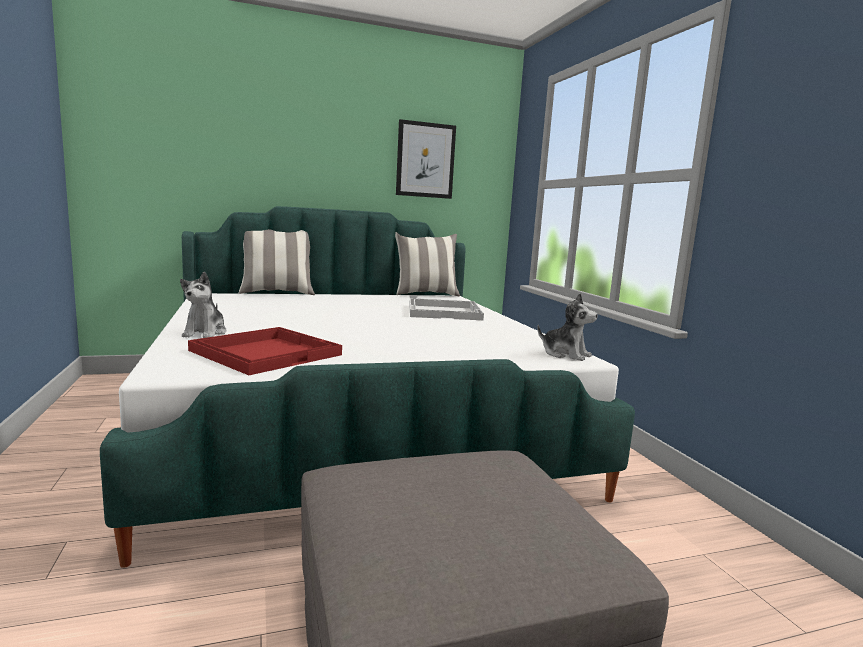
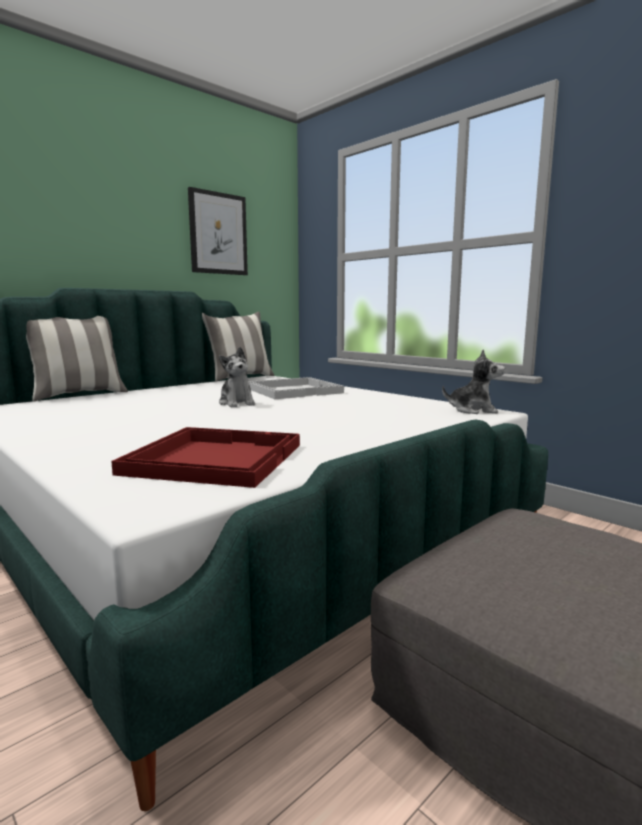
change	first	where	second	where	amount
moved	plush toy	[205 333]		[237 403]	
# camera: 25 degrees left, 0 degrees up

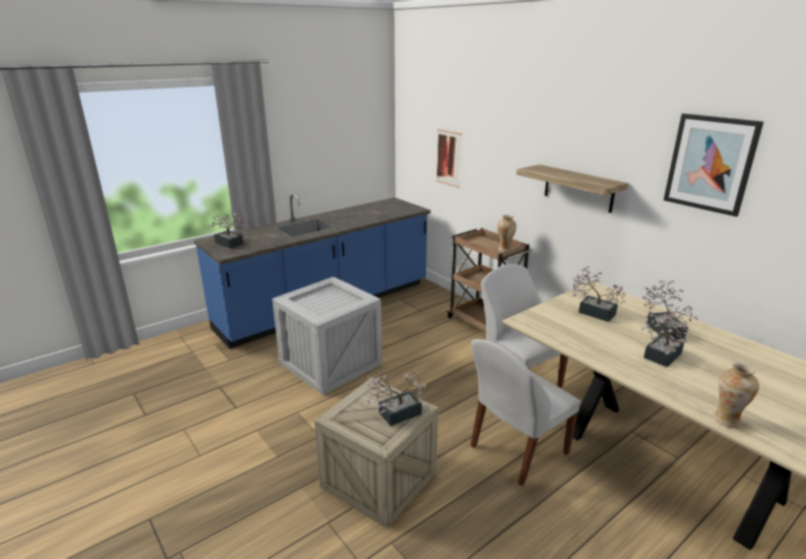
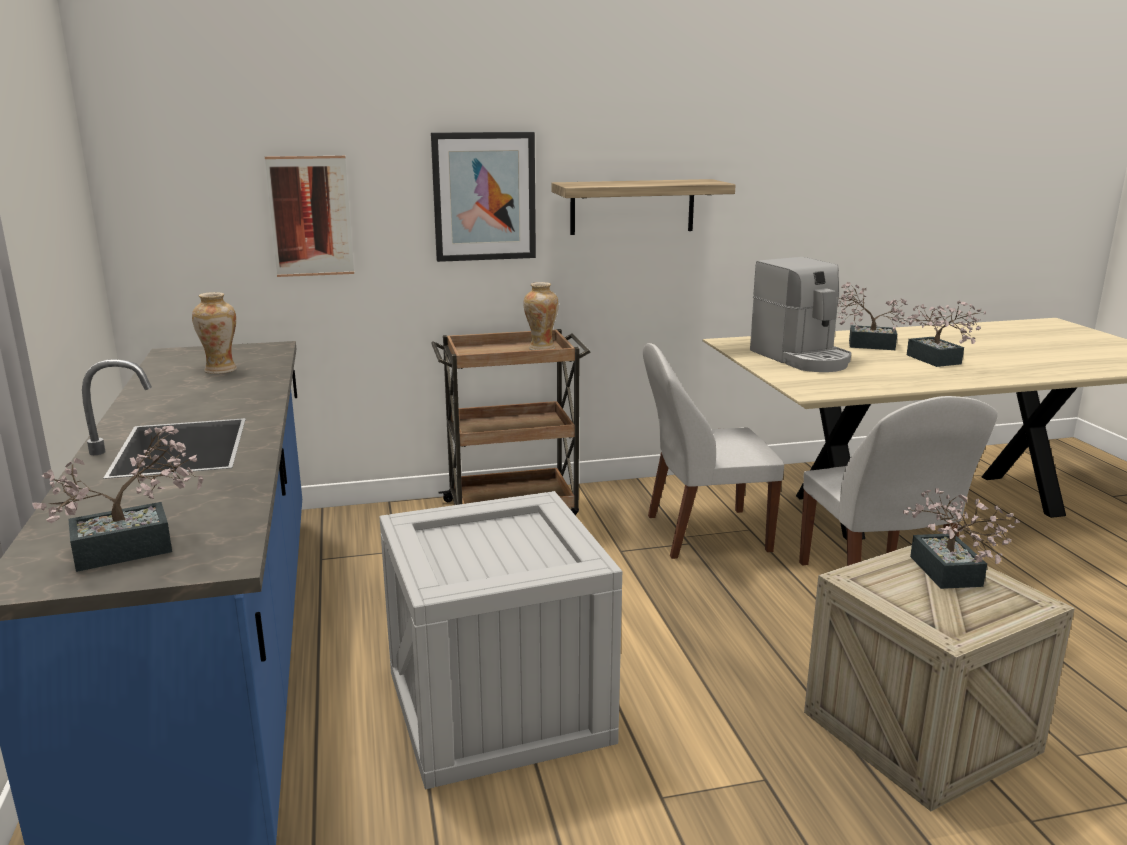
change	first	where	second	where	amount
replaced	potted plant	[593 312]	coffee machine	[802 358]	
moved	picture	[710 163]		[484 196]	
moved	vase	[726 420]		[220 370]	
# camera: 65 degrees left, 5 degrees down

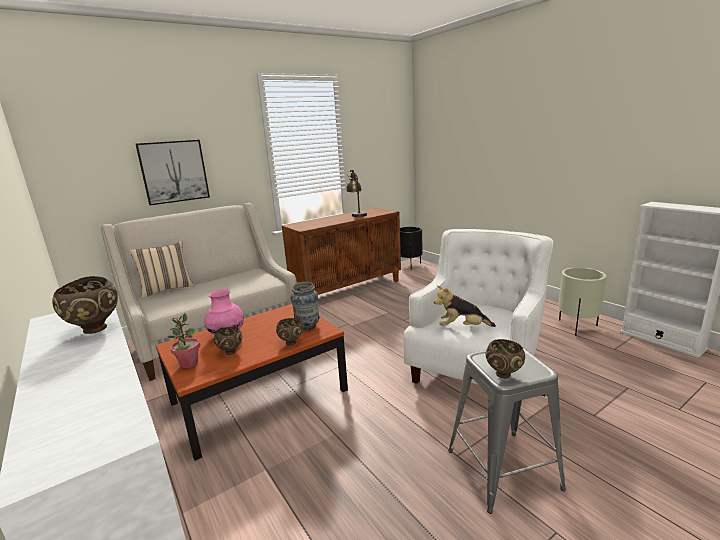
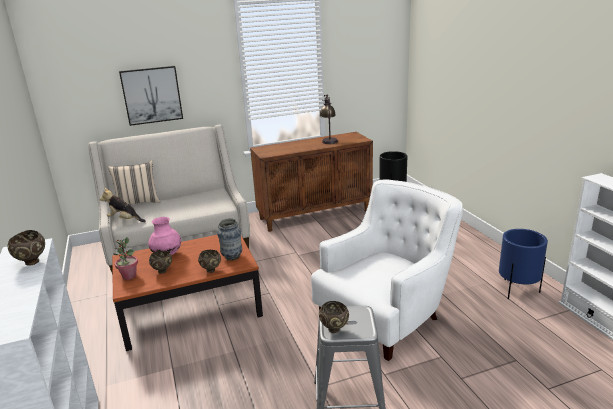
change	first	where	second	where	amount
moved	plush toy	[462 327]		[124 220]	
recoloured	planter/beige	[576 326]	planter/blue	[517 290]	
# camera: 15 degrees right, 5 degrees up

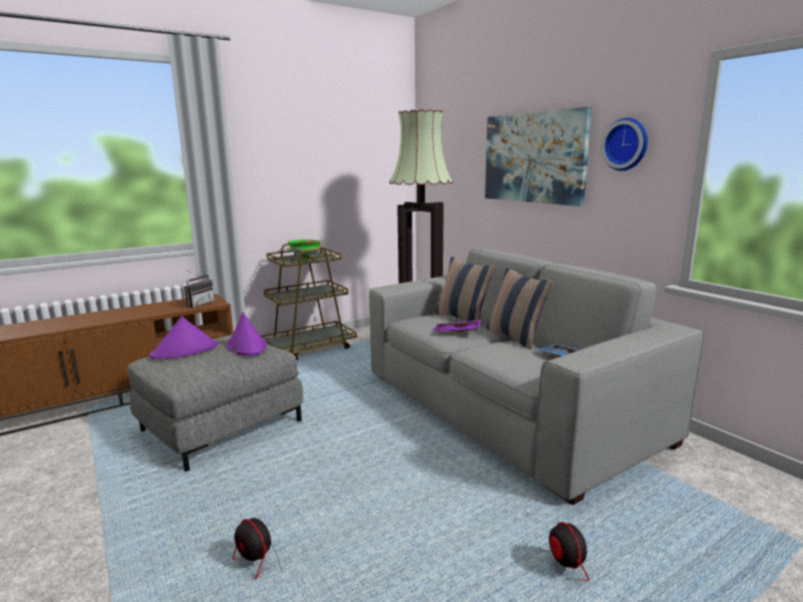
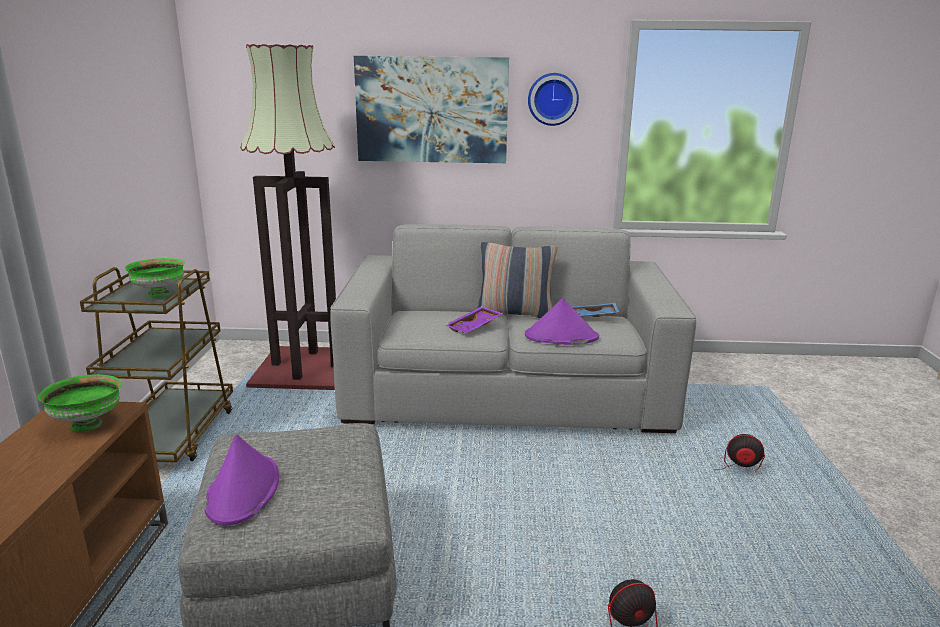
change	first	where	second	where	amount
replaced	radio	[199 304]	bowl/green	[87 424]	
moved	hat/purple	[246 346]		[561 337]	
removed	pillow	[462 318]			
# camera: 55 degrees left, 5 degrees up

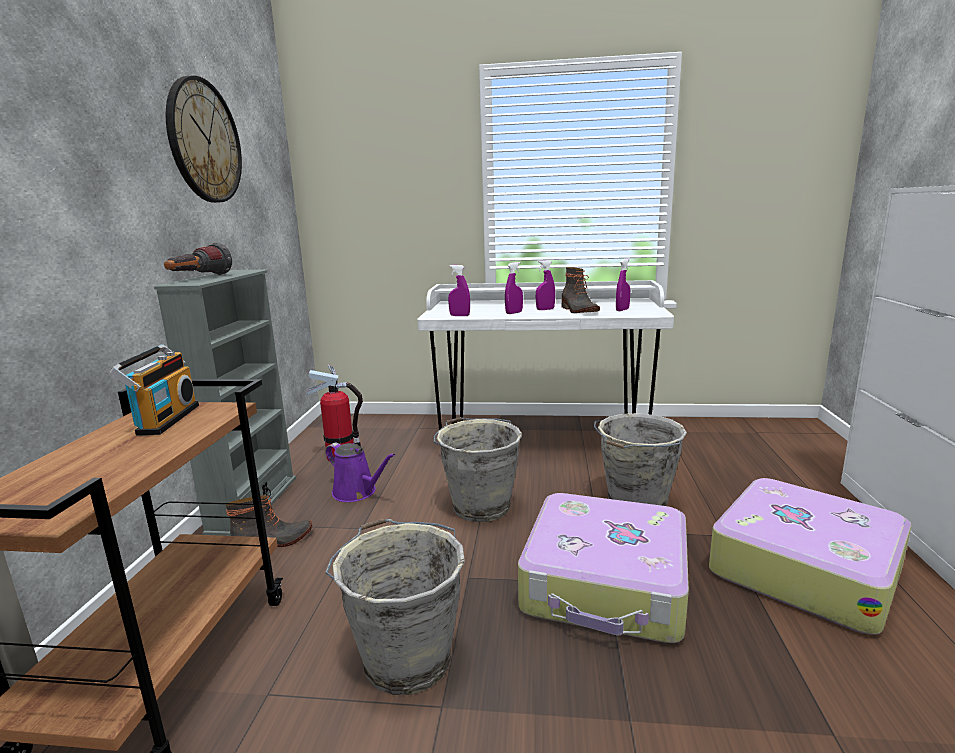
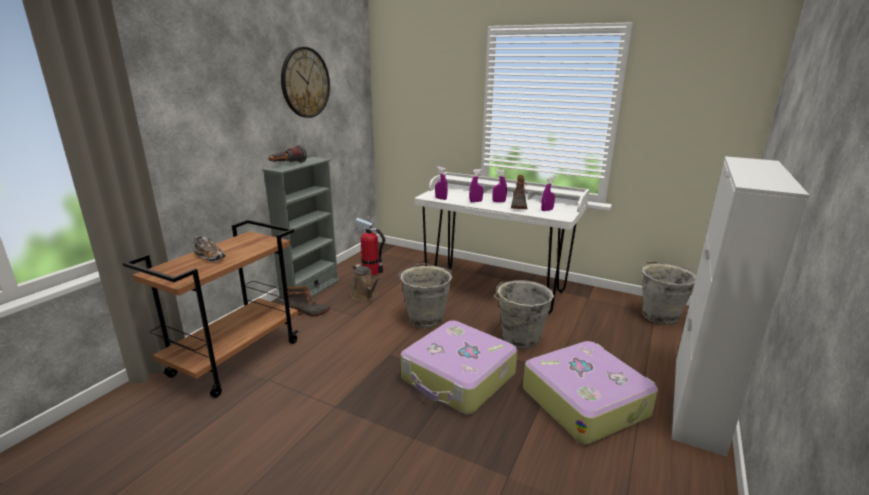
change	first	where	second	where	amount
removed	radio	[165 419]			
moved	bucket/grey	[406 657]		[659 315]	
recoloured	watering can/purple	[357 492]	watering can/brown	[365 295]	
added			shoe	[210 257]	
# camera: 20 degrees right, 5 degrees up

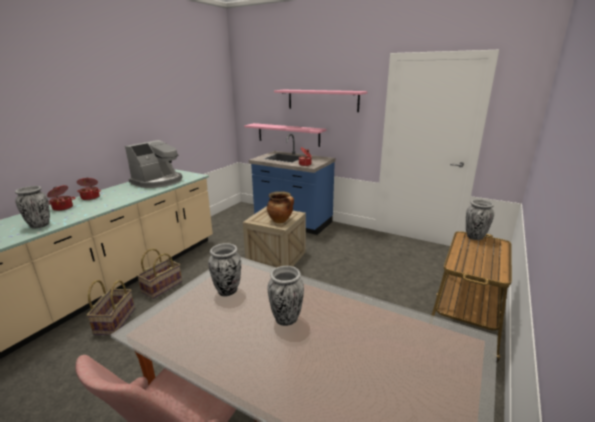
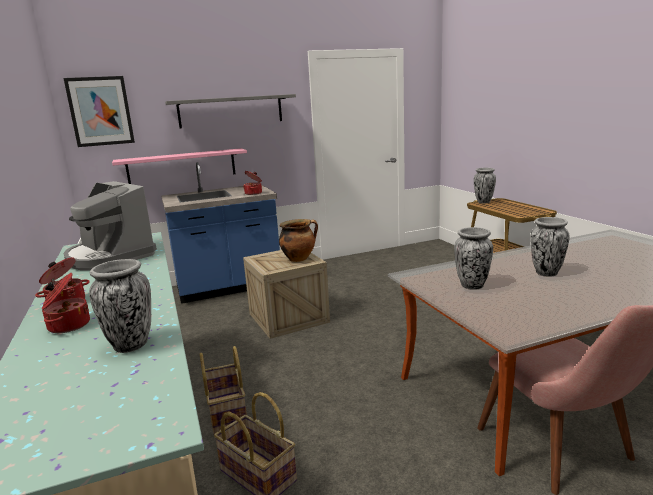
change	first	where	second	where	amount
turned	coffee machine	[158 181]		[110 256]	150 degrees clockwise
recoloured	shelf/pink	[322 100]	shelf/grey	[231 111]	
added			picture	[100 111]	
# camera: 50 degrees left, 5 degrees down

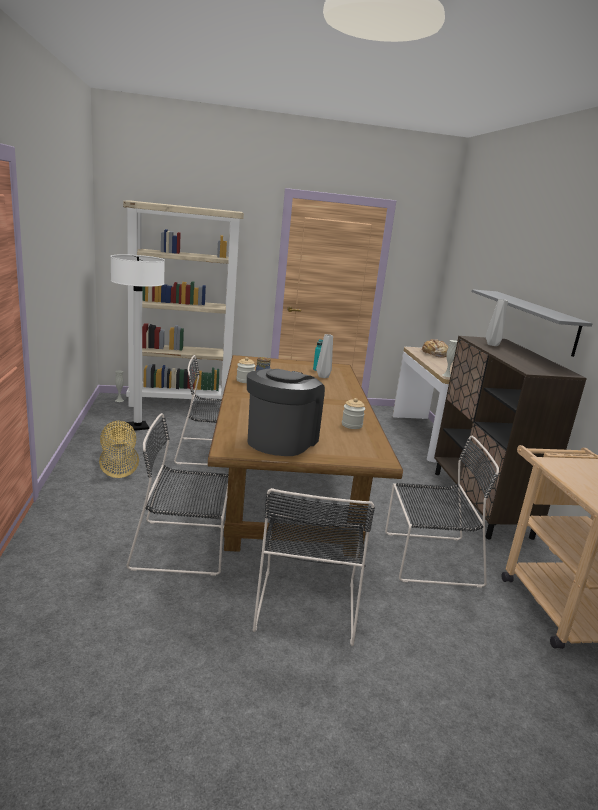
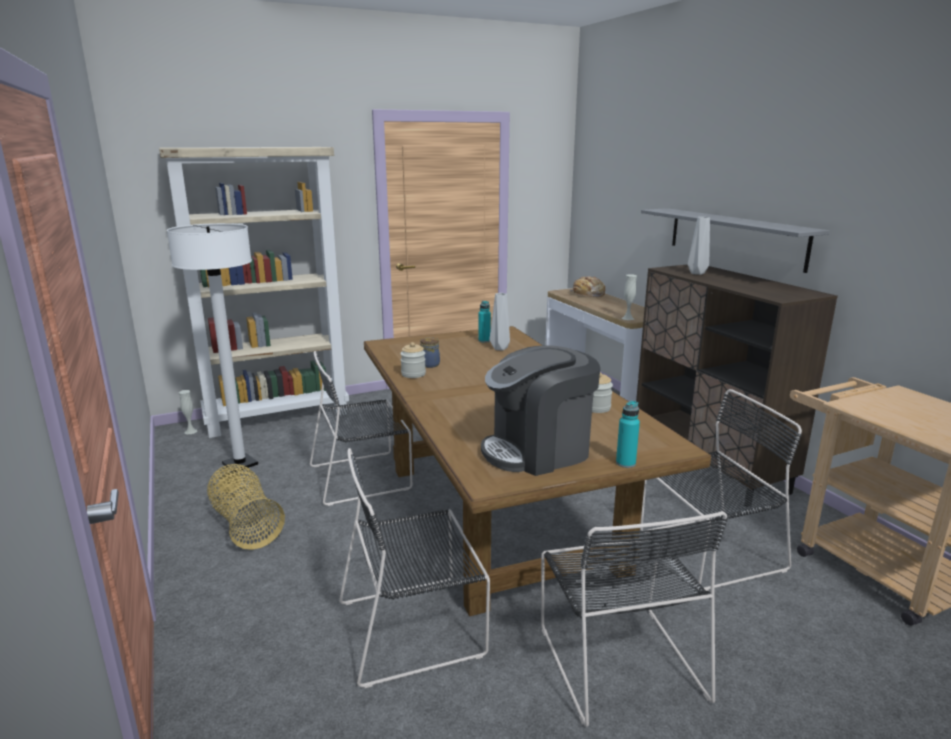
change	first	where	second	where	amount
turned	coffee machine	[281 440]		[538 450]	120 degrees counterclockwise
added			bottle/turquoise	[625 463]	
# camera: 15 degrees left, 0 degrees up

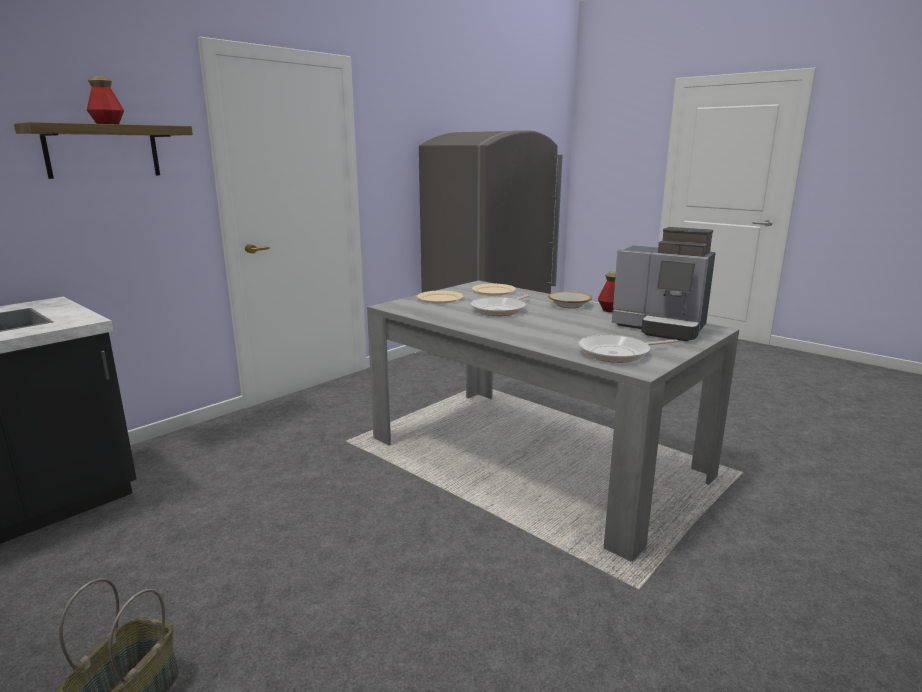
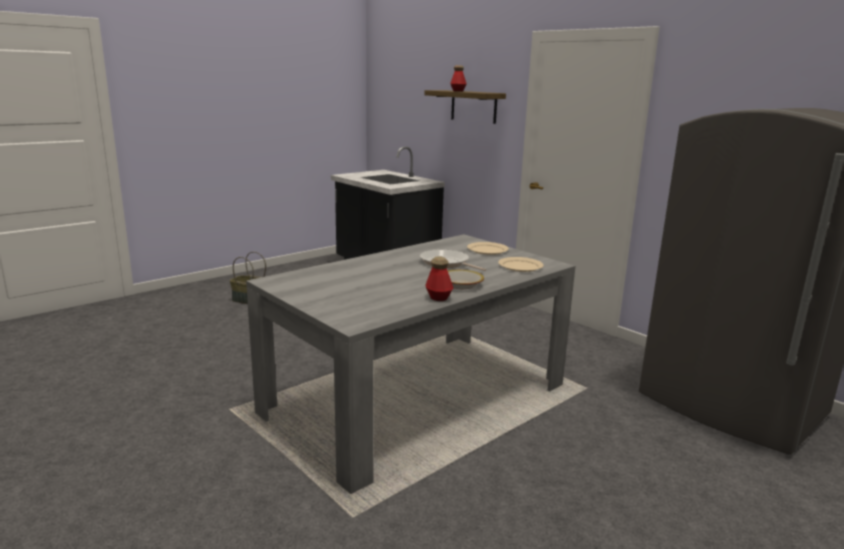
change	first	where	second	where	amount
removed	frying pan	[618 353]			
removed	coffee machine	[661 328]			
# camera: 95 degrees right, 0 degrees up

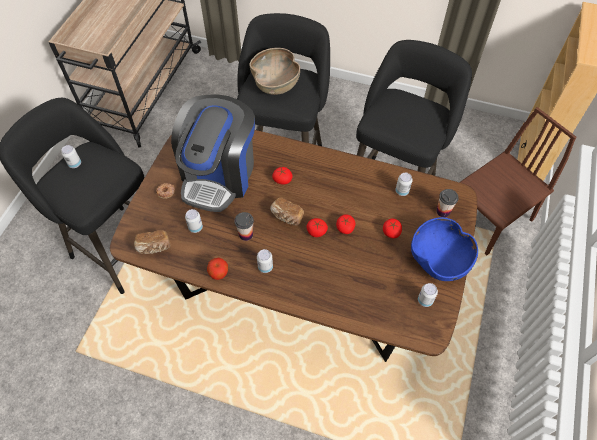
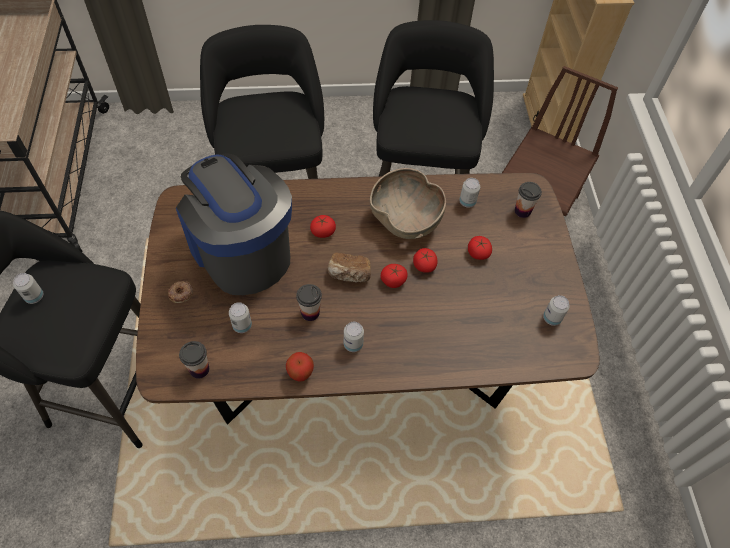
change	first	where	second	where	amount
replaced	bread	[154 247]	cup	[199 369]	
turned	coffee machine	[219 175]		[241 250]	150 degrees clockwise
moved	bowl/brown	[276 84]		[406 219]	
removed	bowl/blue	[439 260]			
# camera: 25 degrees left, 0 degrees up

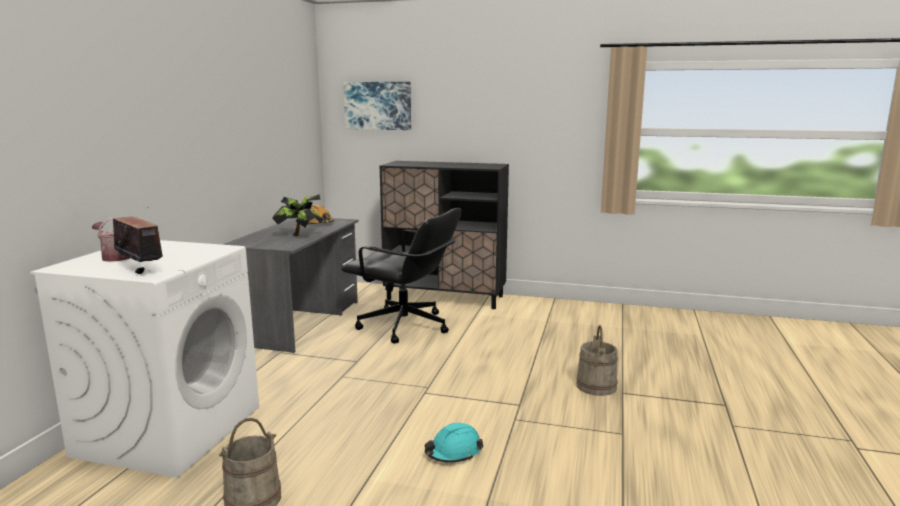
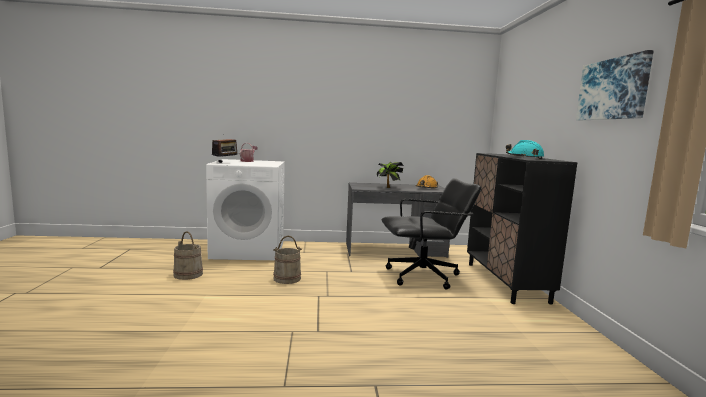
change	first	where	second	where	amount
turned	office chair/black	[405 327]		[423 276]	105 degrees counterclockwise
moved	picture	[378 105]		[613 89]	
moved	hard hat/turquoise	[453 452]		[524 157]	
moved	bucket/beige	[596 386]		[287 278]	
# camera: 70 degrees right, 5 degrees down

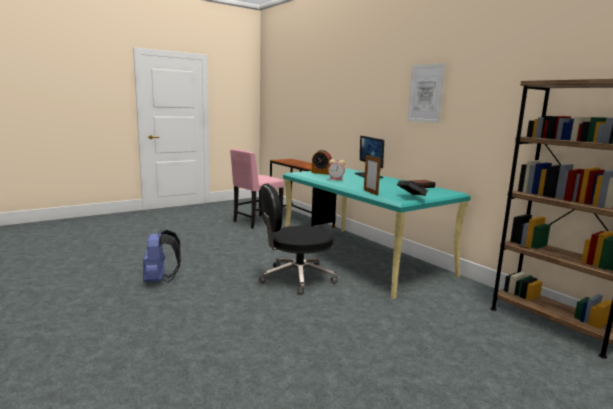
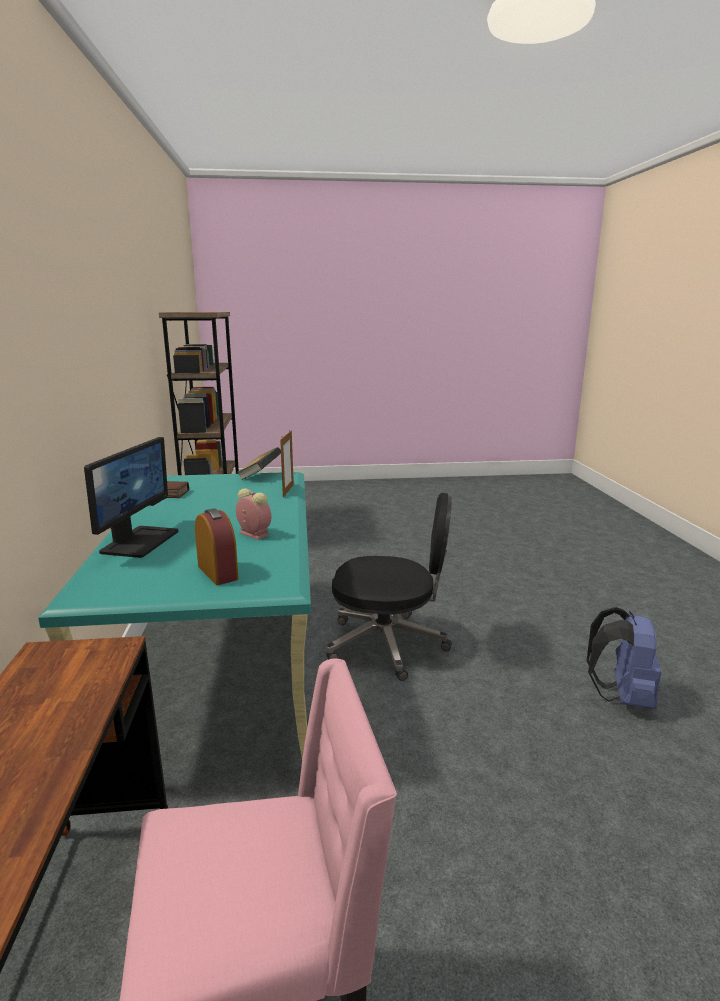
change	first	where	second	where	amount
removed	picture	[425 93]			
# camera: 150 degrees left, 5 degrees up

